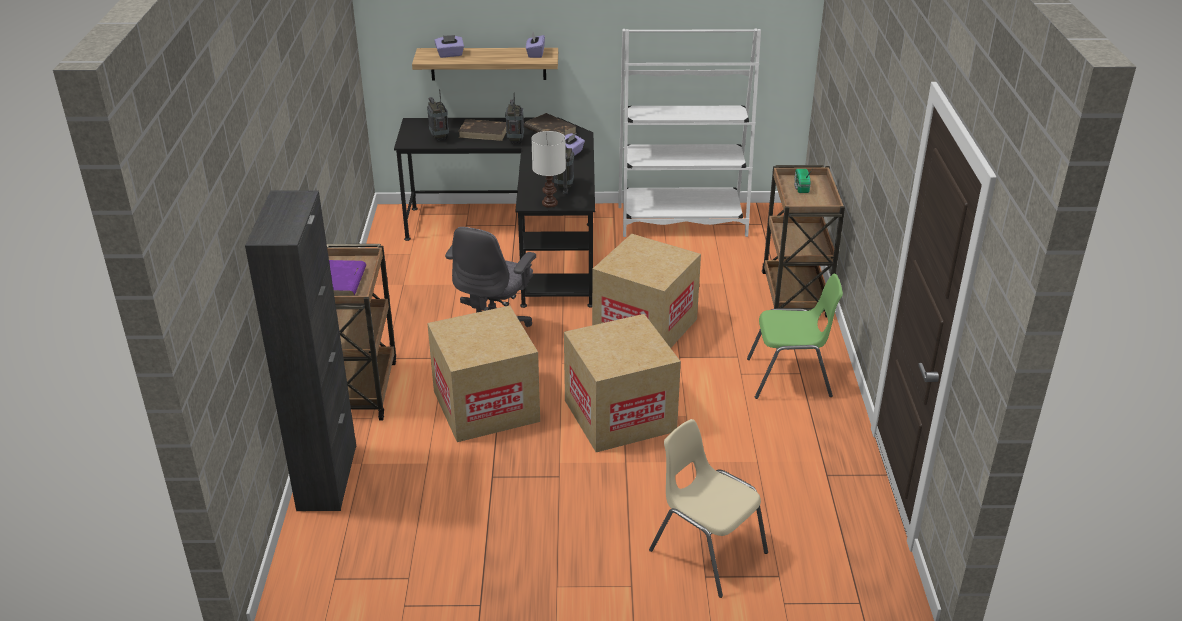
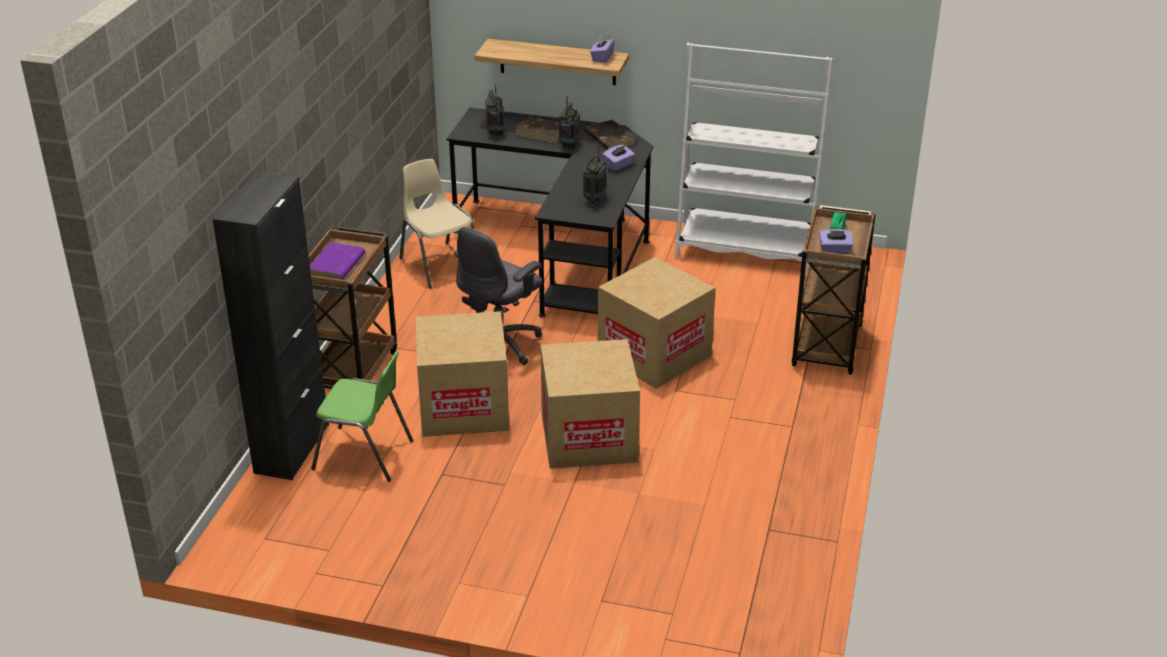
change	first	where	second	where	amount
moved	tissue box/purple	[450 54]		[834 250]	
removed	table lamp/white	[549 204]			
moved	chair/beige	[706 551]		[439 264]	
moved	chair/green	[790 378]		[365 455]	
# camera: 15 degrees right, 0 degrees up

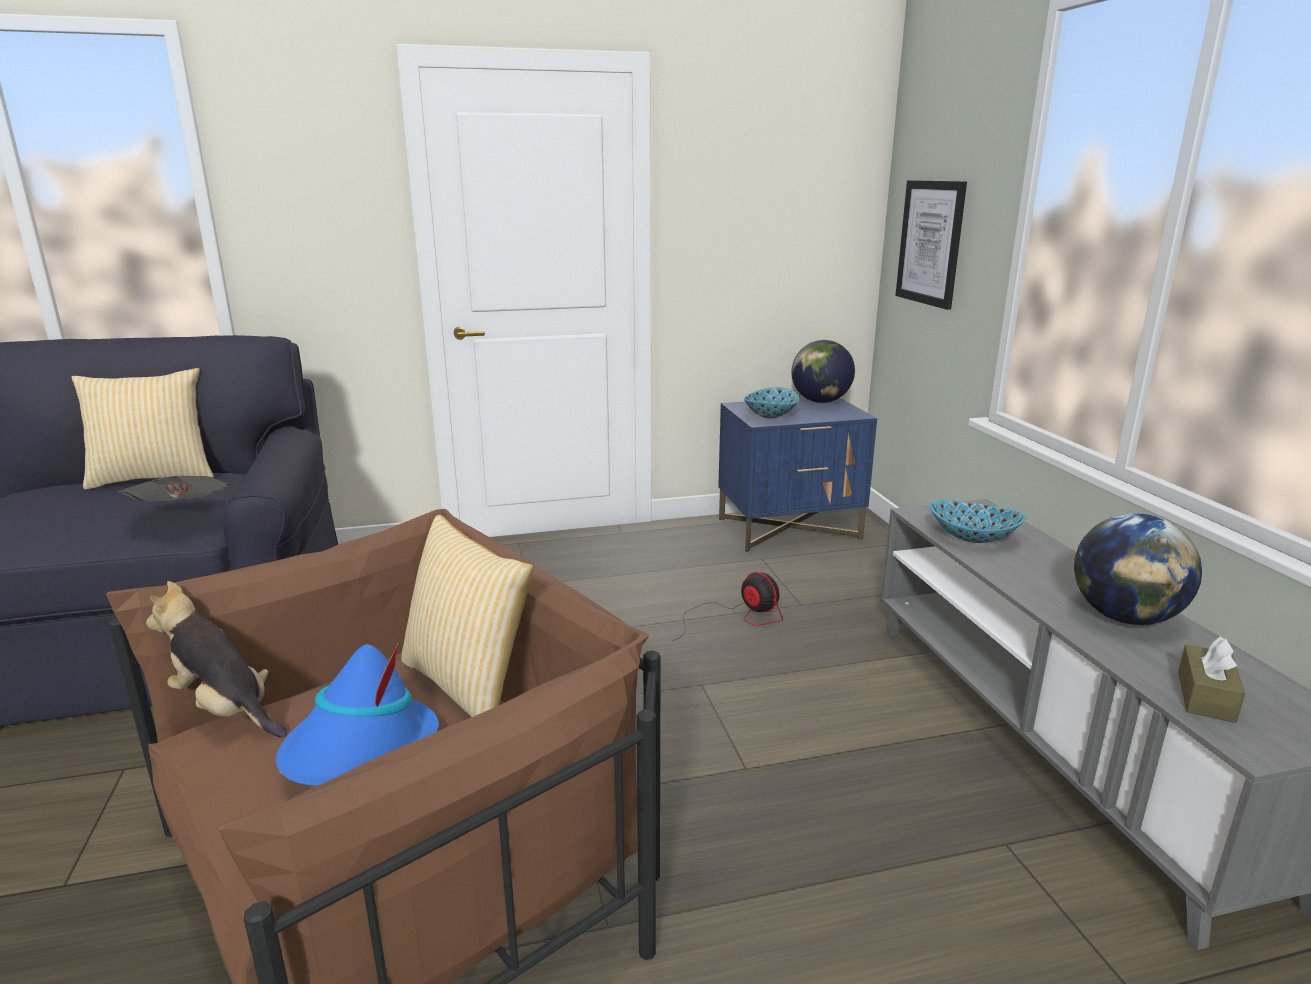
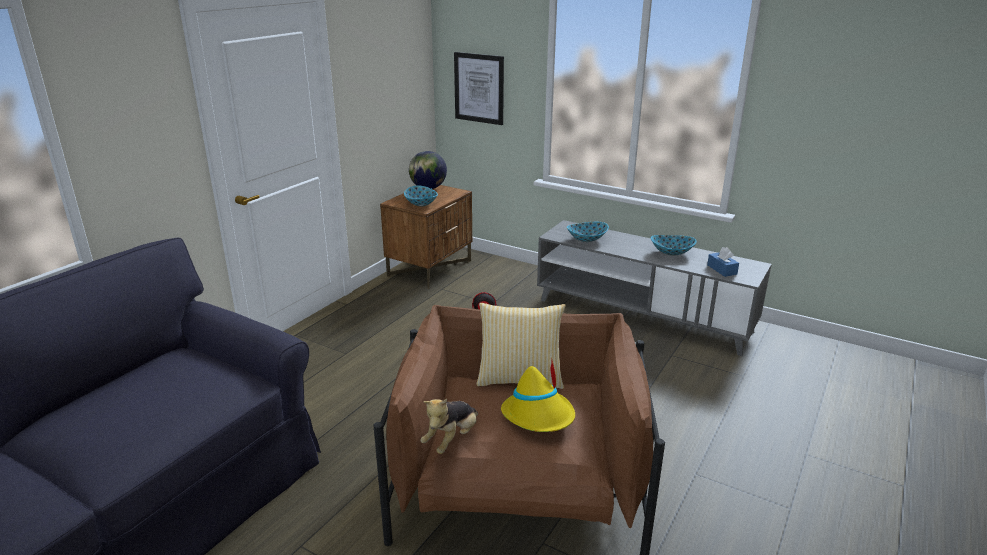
change	first	where	second	where	amount
removed	pillow	[154 477]			
removed	newspaper	[182 514]			
turned	plush toy	[226 709]		[452 439]	45 degrees counterclockwise
recoloured	hat/blue	[360 749]	hat/yellow	[539 416]	
recoloured	nightstand/blue	[790 528]	nightstand/brown	[430 268]	
replaced	globe	[1125 617]	bowl	[671 252]	
recoloured	tissue box/brown	[1205 696]	tissue box/blue	[722 269]	
# camera: 45 degrees left, 5 degrees up

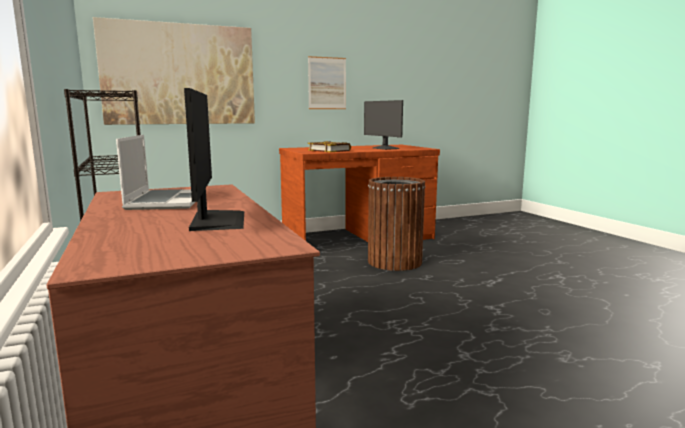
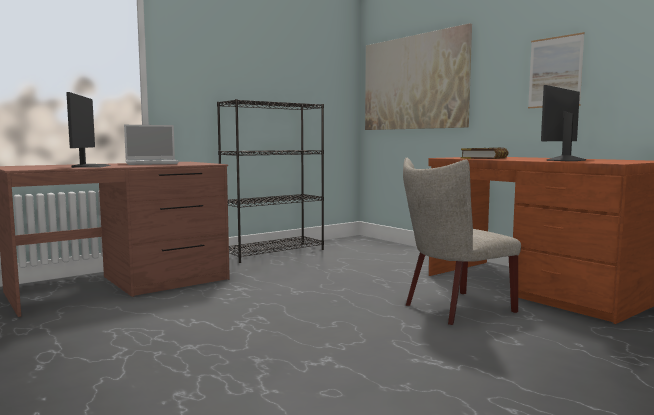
change	first	where	second	where	amount
turned	monitor	[216 220]		[90 166]	75 degrees counterclockwise
replaced	trash can/brown	[394 262]	chair/beige	[453 309]	
# camera: 75 degrees right, 5 degrees down

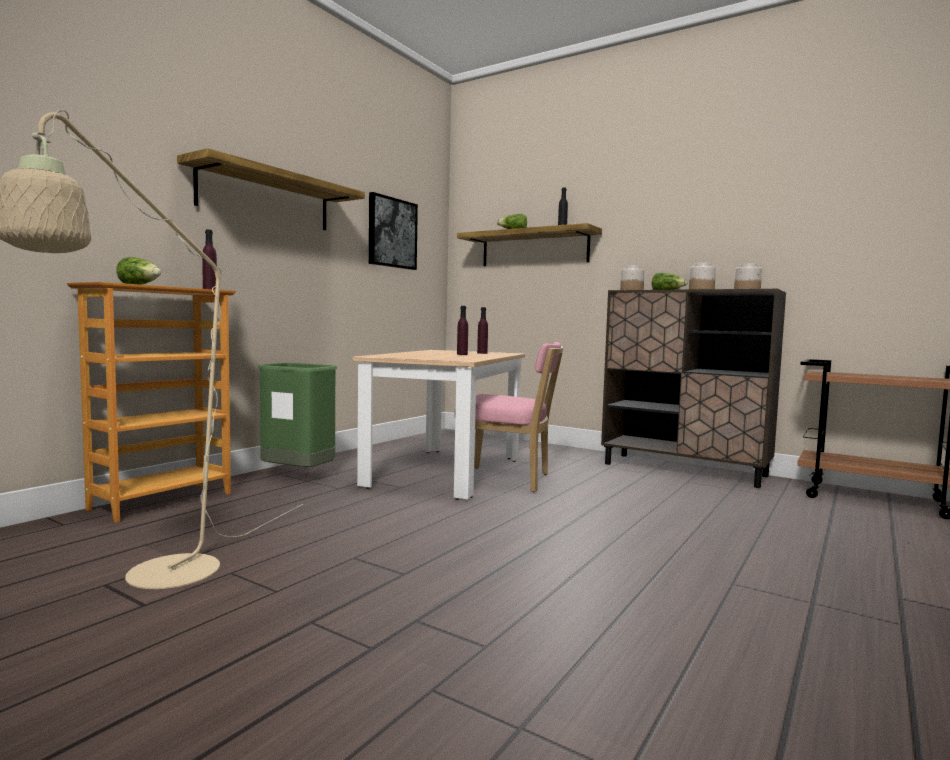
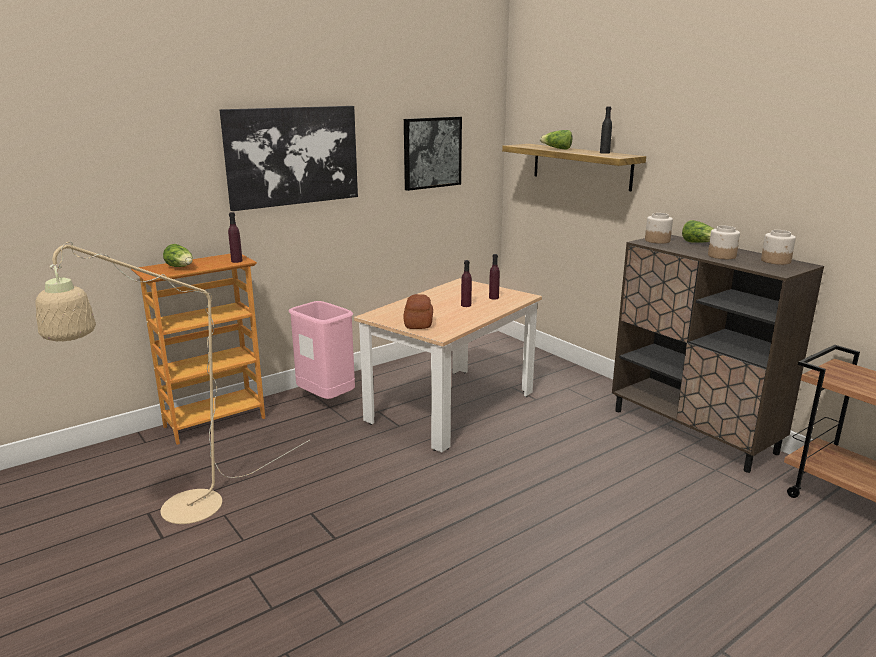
change	first	where	second	where	amount
replaced	shelf	[266 198]	picture	[292 156]	
recoloured	trash can/green	[298 476]	trash can/pink	[326 399]	
removed	chair/pink	[508 480]			
added			bread	[418 323]	
# camera: 20 degrees right, 15 degrees up

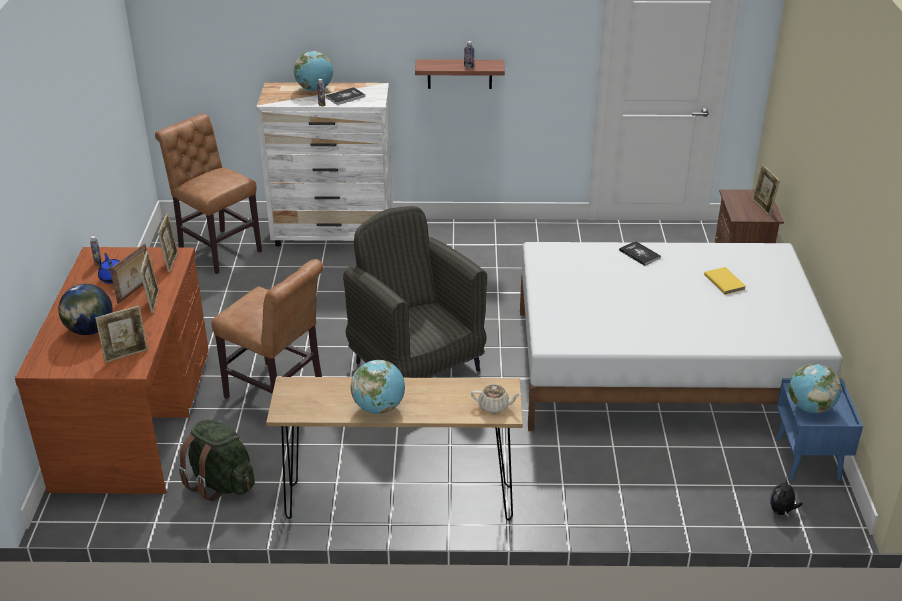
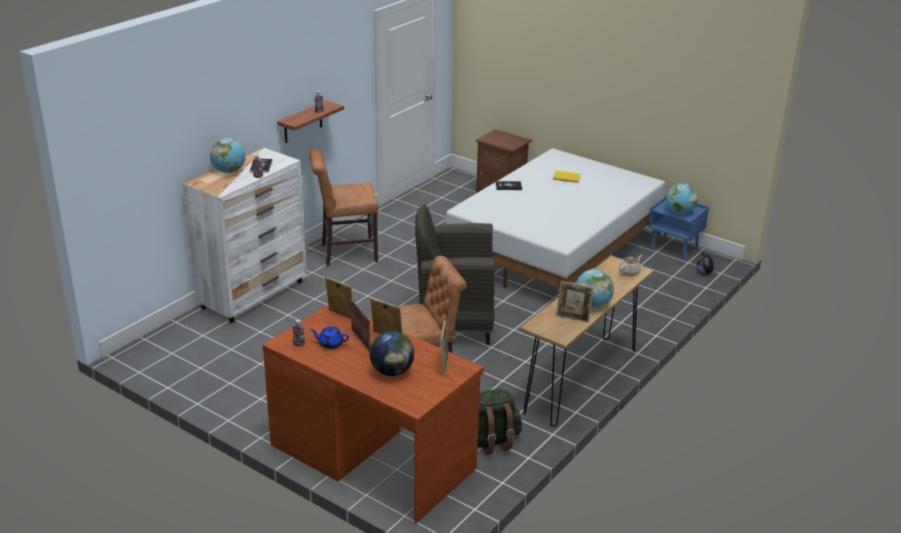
change	first	where	second	where	amount
moved	chair/brown	[217 249]		[345 253]	
moved	picture frame	[762 207]		[573 318]	
# camera: 55 degrees left, 5 degrees down

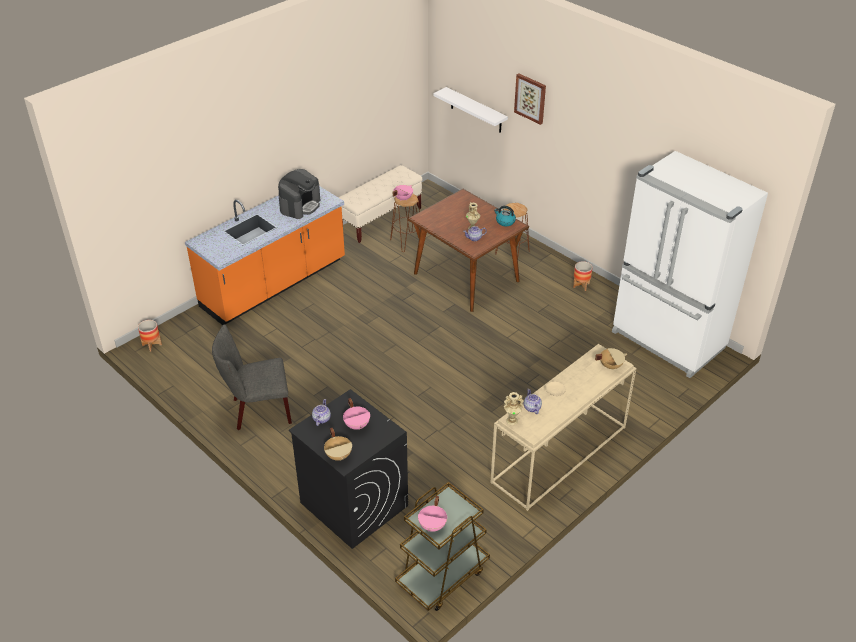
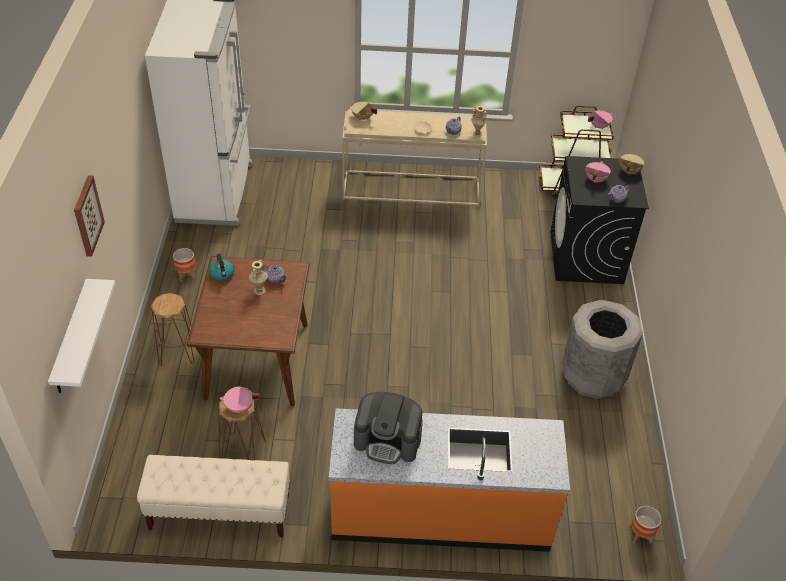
change	first	where	second	where	amount
replaced	chair/grey	[257 411]	trash can/grey	[593 377]	
turned	coffee machine	[300 205]		[388 440]	150 degrees counterclockwise
# camera: 135 degrees left, 5 degrees up

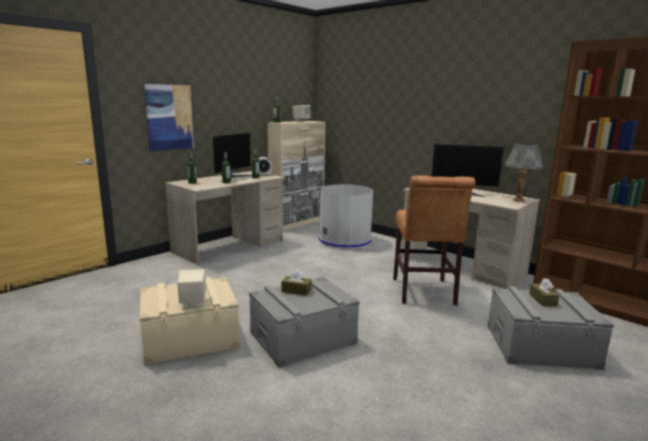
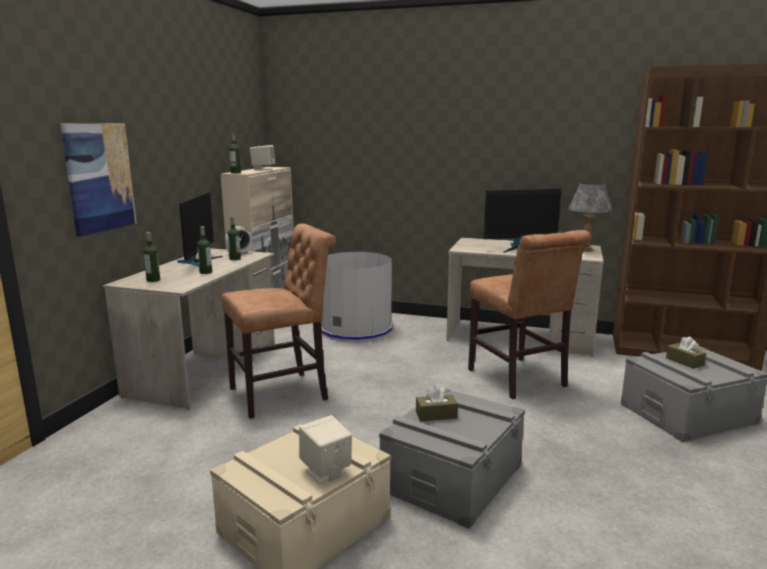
change	first	where	second	where	amount
added			chair/brown	[284 393]	
# camera: 25 degrees left, 0 degrees up

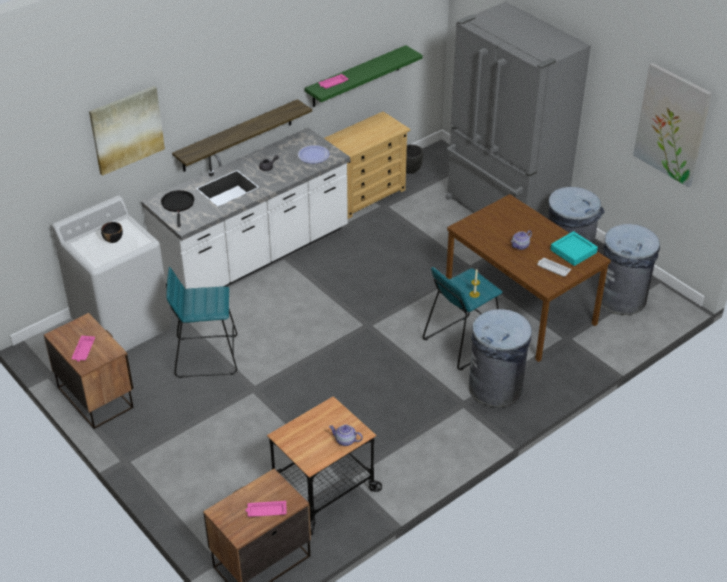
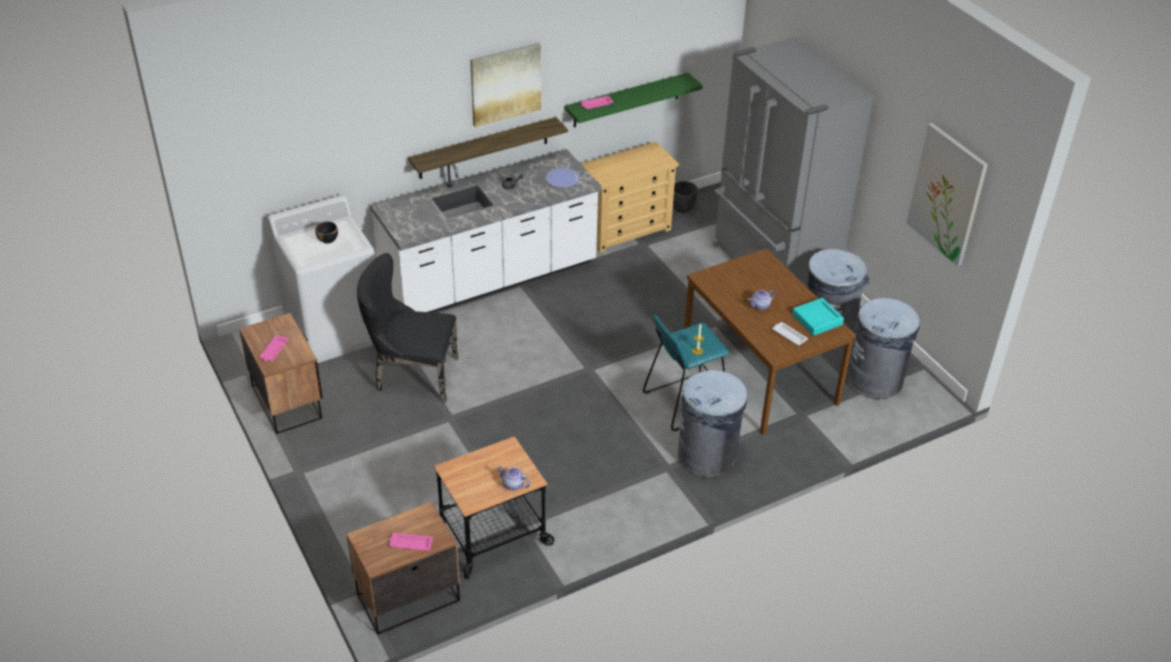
change	first	where	second	where	amount
moved	picture	[126 129]		[505 84]	
removed	frying pan/black	[178 205]			
replaced	stool/turquoise	[206 355]	chair/black	[411 376]	
# camera: 10 degrees right, 0 degrees up

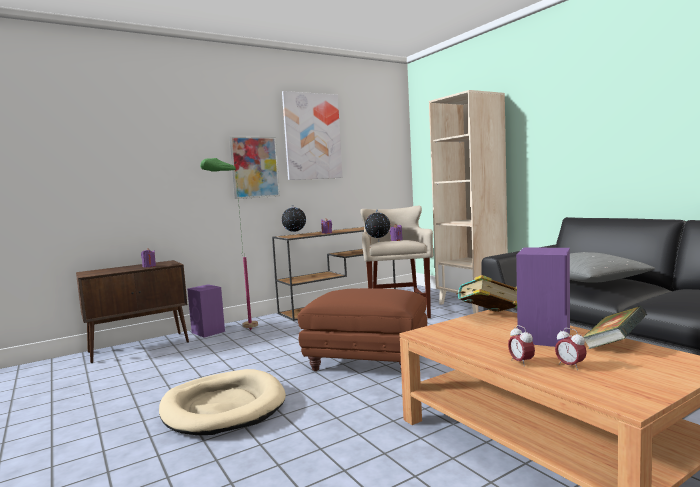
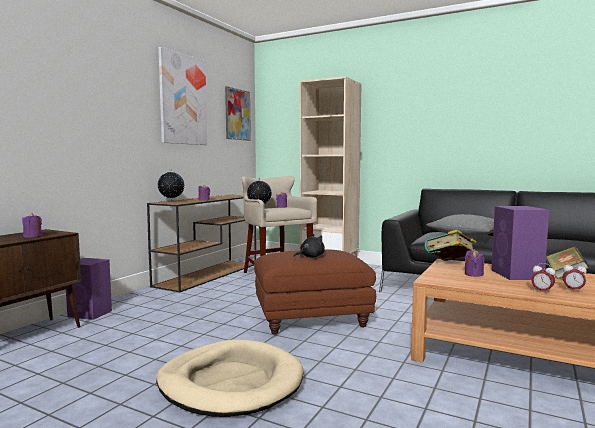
change	first	where	second	where	amount
removed	floor lamp/green	[237 332]			
moved	picture	[255 167]		[237 114]	
added			plush toy/black	[310 256]	
added			candle/purple	[473 274]	
# camera: 30 degrees left, 0 degrees up

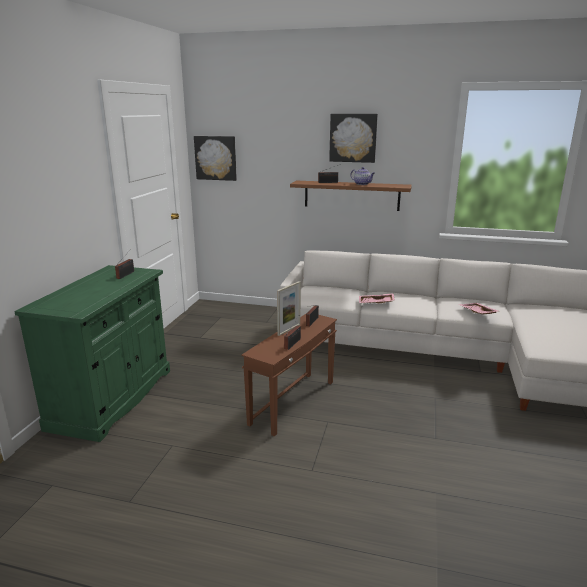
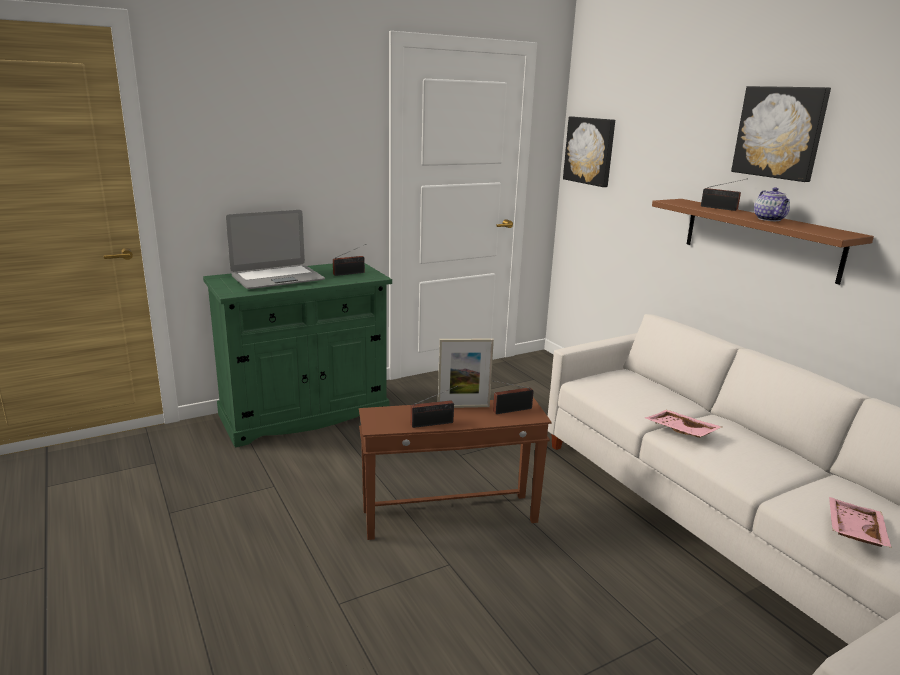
change	first	where	second	where	amount
added			laptop	[277 278]	
# camera: 45 degrees right, 0 degrees up

